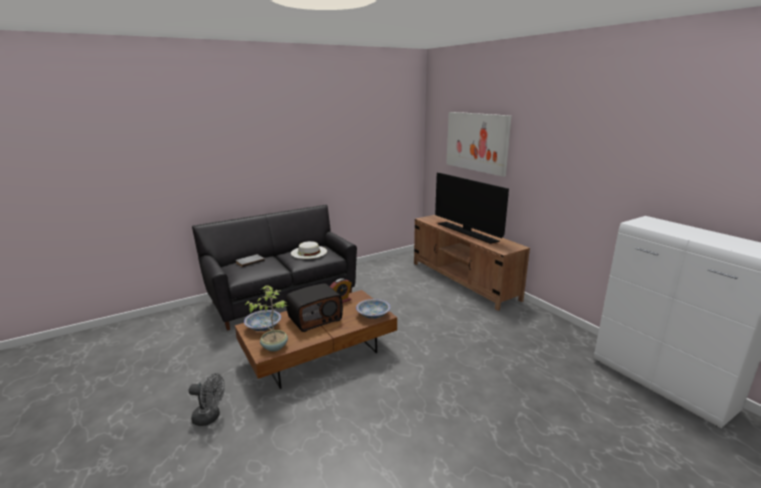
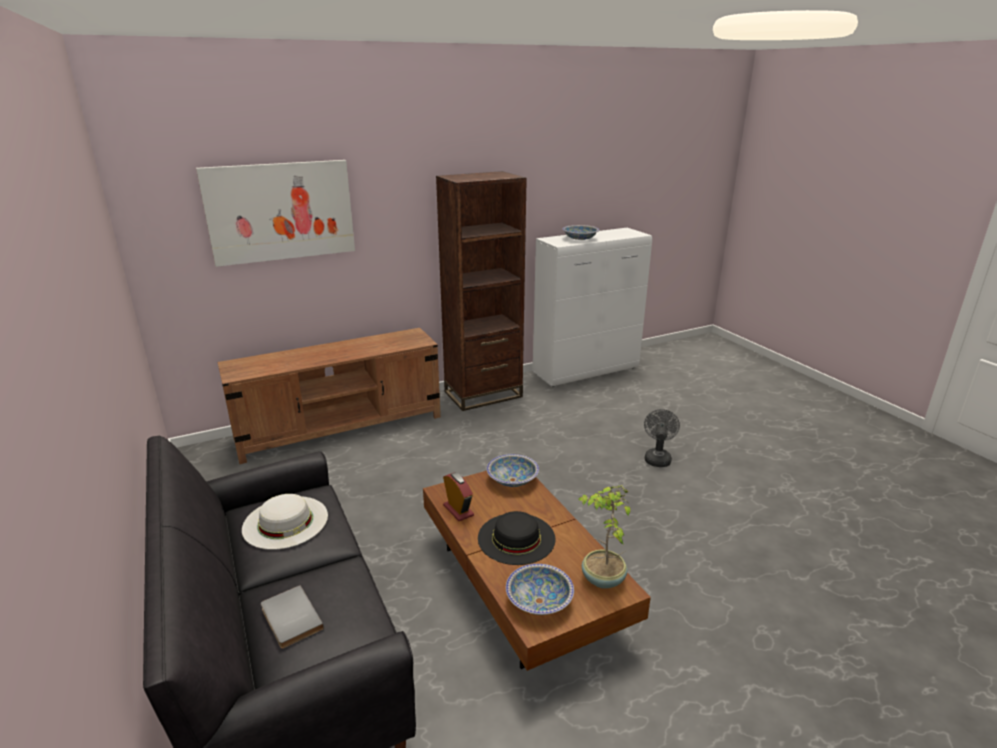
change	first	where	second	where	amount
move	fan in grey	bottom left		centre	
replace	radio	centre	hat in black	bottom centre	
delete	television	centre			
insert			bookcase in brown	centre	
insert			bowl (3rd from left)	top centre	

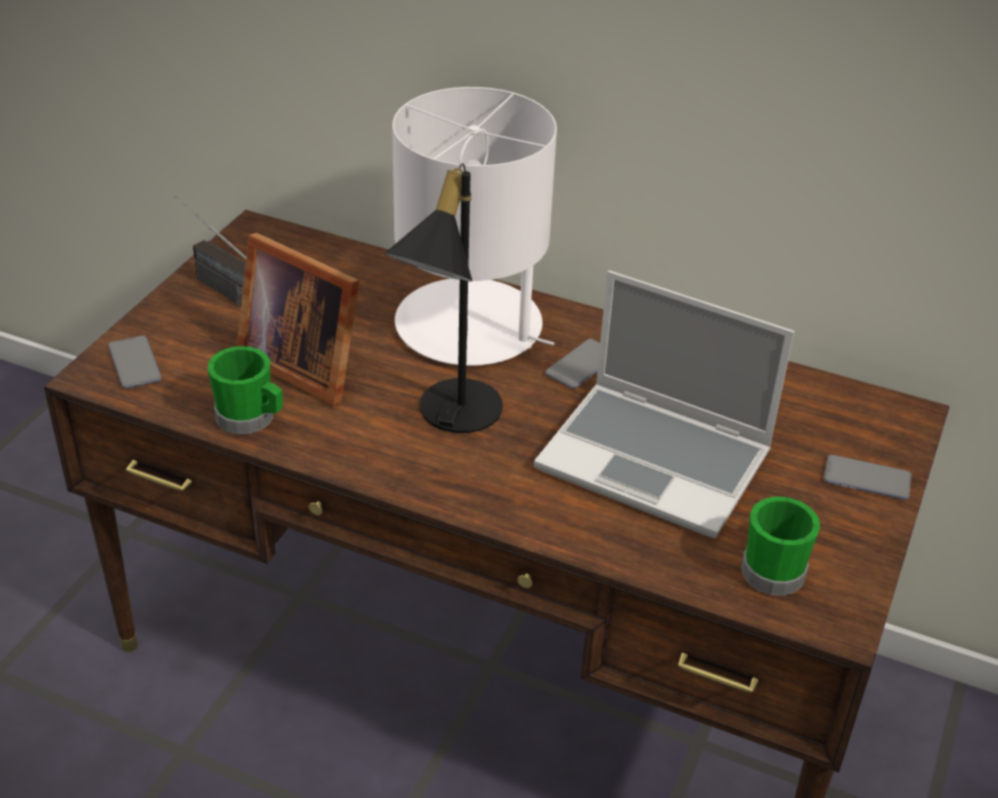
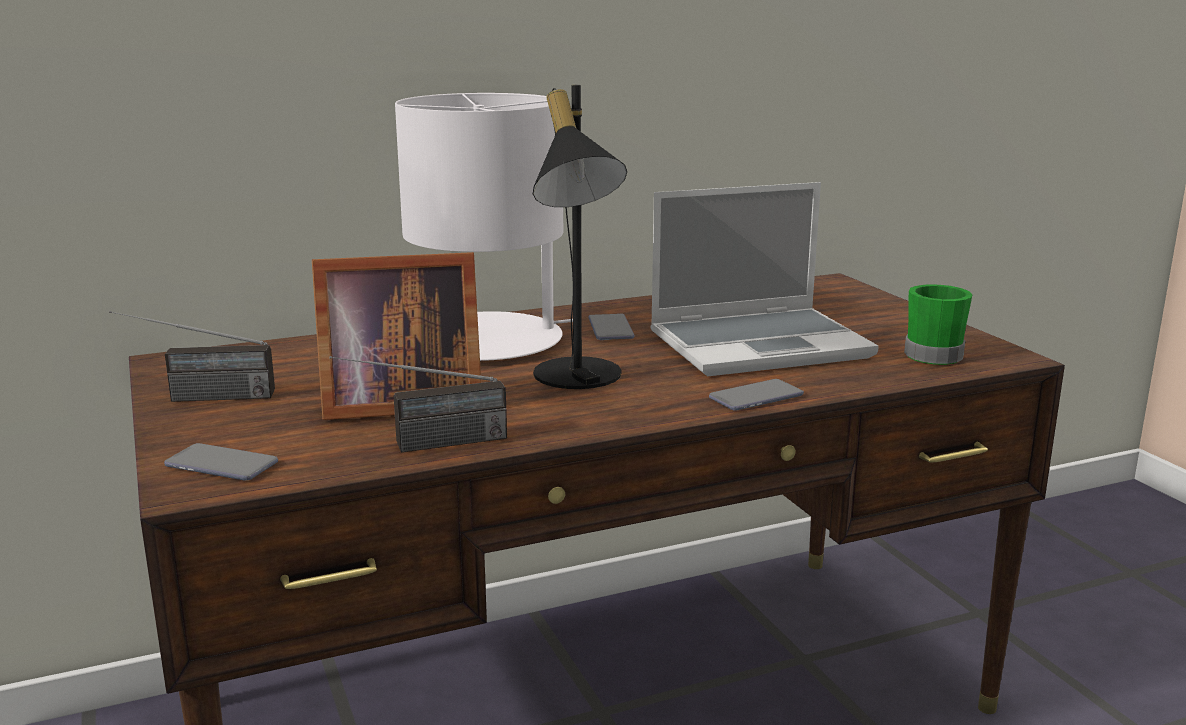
change	first	where	second	where	amount
replace	mug in green (1st from left)	middle left	radio (2nd from left)	centre	
move	phone (3rd from left)	middle right		centre	

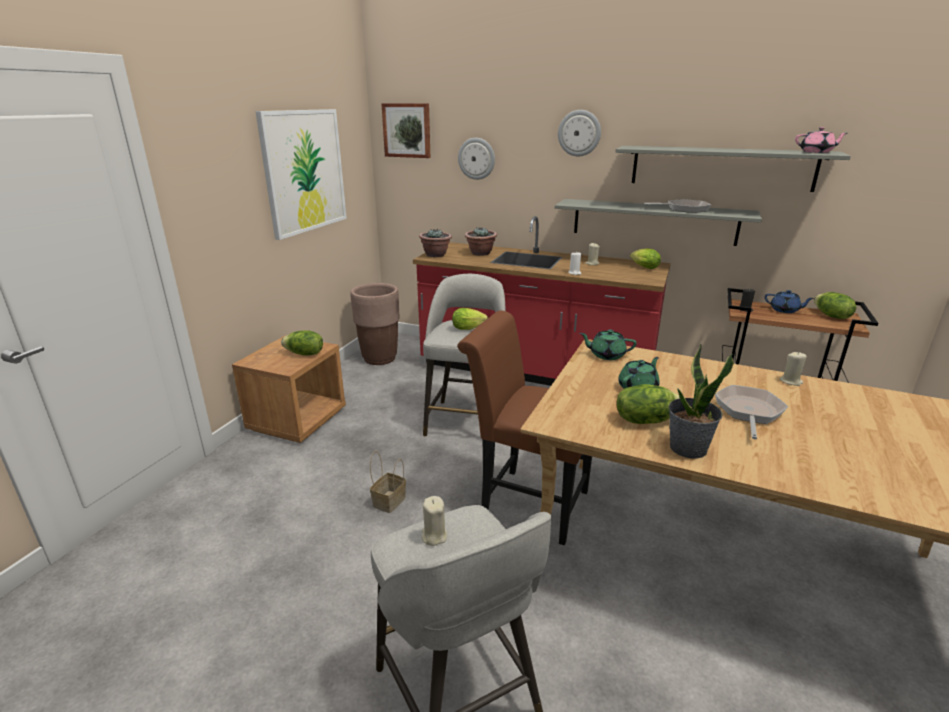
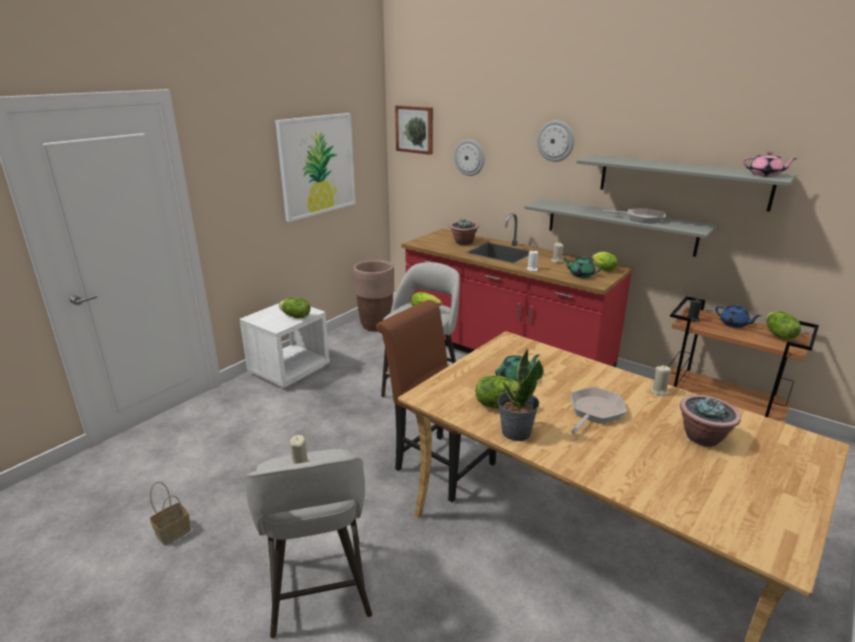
change	first	where	second	where	amount
recolor	nightstand in brown	middle left	nightstand in white	middle left	
move	basket	bottom centre		bottom left	
move	potted plant (1st from left in the first image)	centre	potted plant (3rd from left)	middle right	
move	teapot in green (1st from left in the first image)	centre	teapot in green (2nd from left)	middle right	

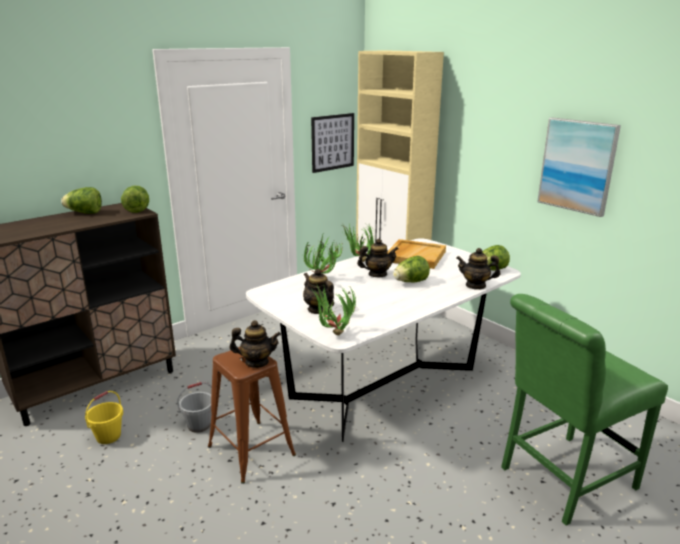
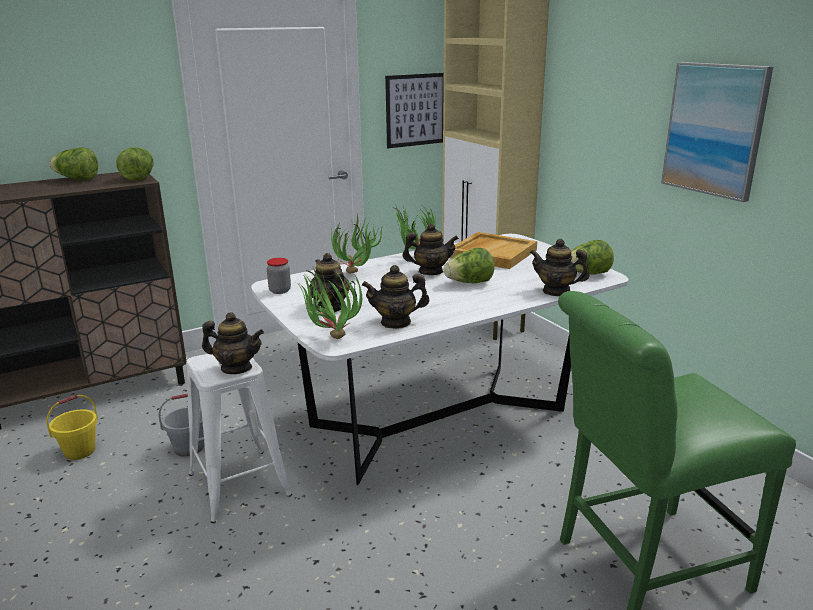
change	first	where	second	where	amount
recolor	stool in brown	bottom centre	stool in white	bottom left	
insert			jar	centre	
insert			teapot (3rd from left)	centre	

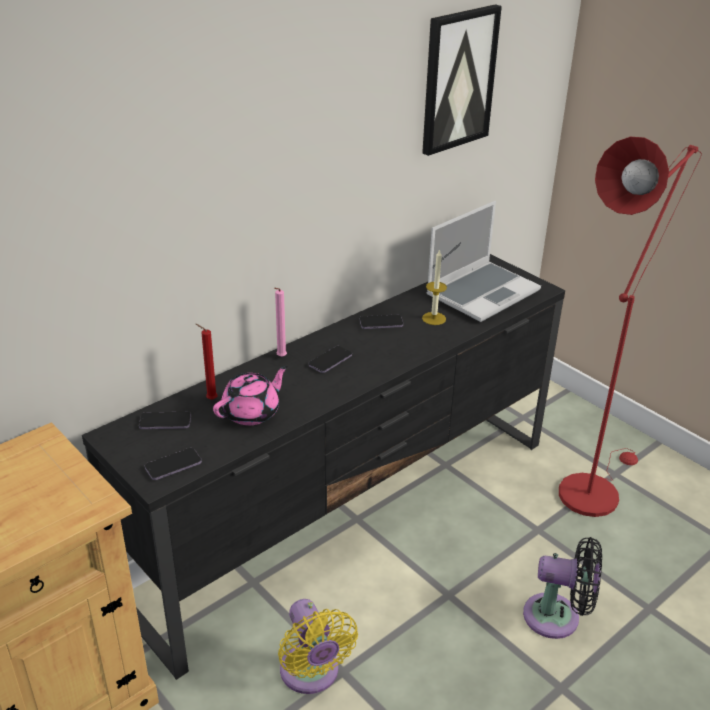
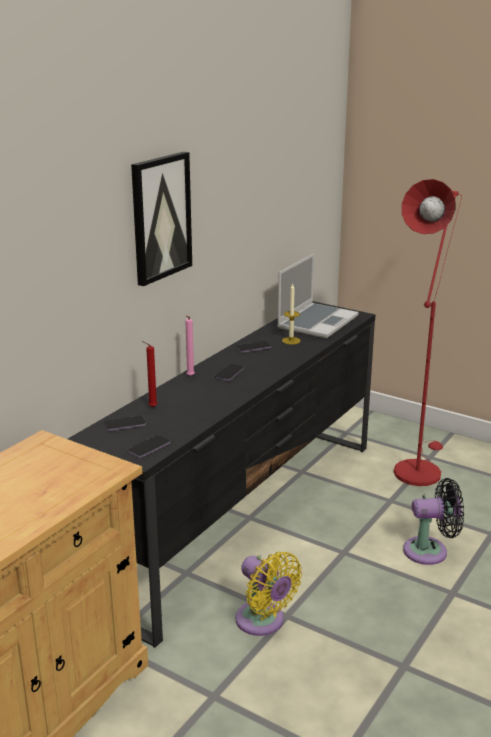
change	first	where	second	where	amount
delete	teapot in pink	centre			
move	picture	top centre		top left	

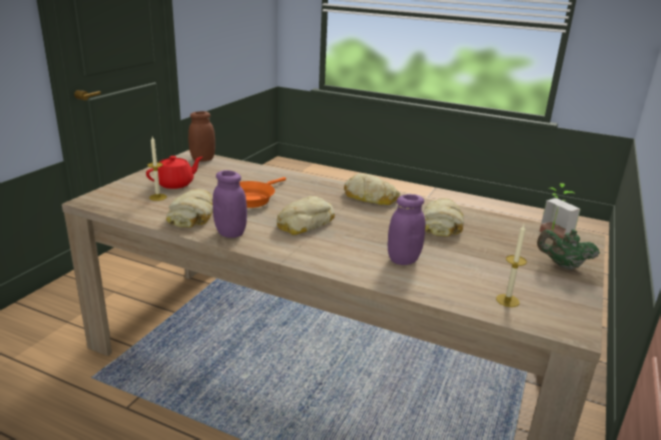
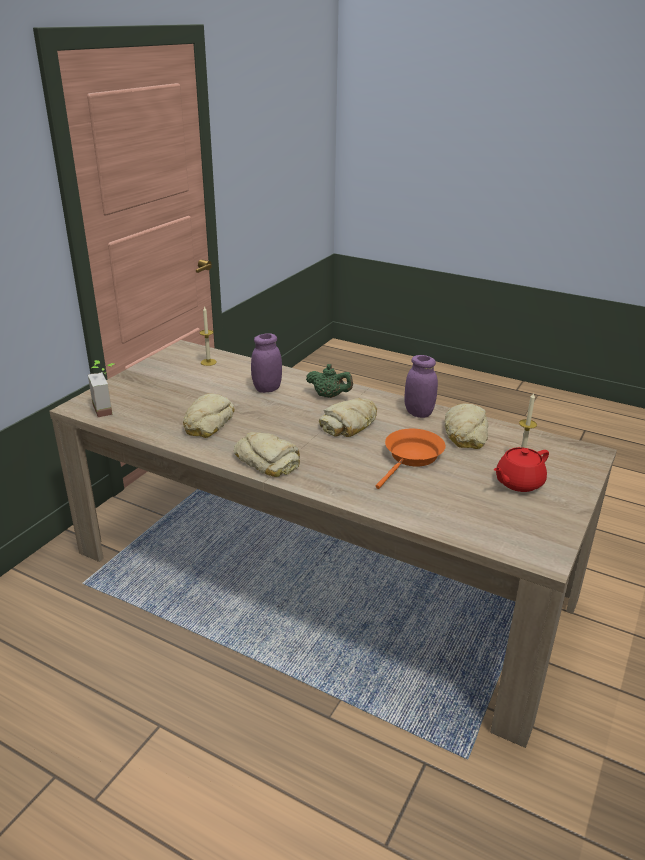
change	first	where	second	where	amount
delete	jar in brown	top left			
move	teapot in green	middle right		centre	

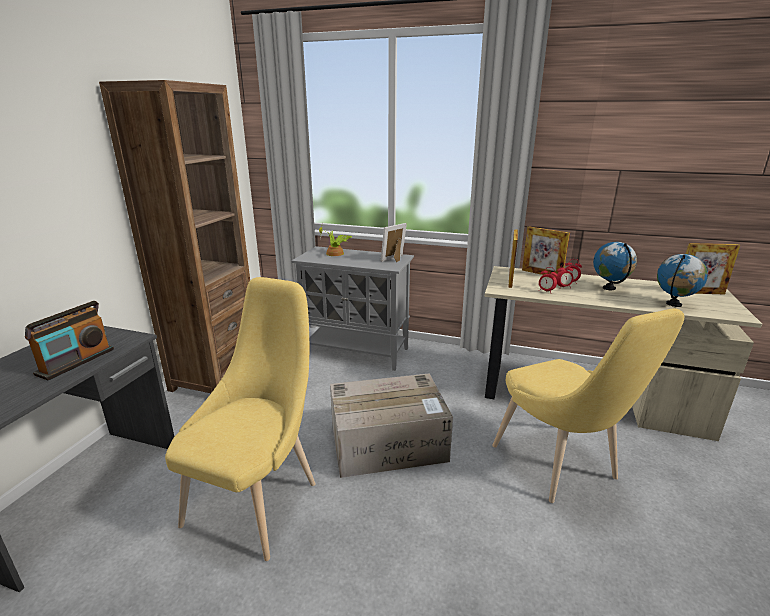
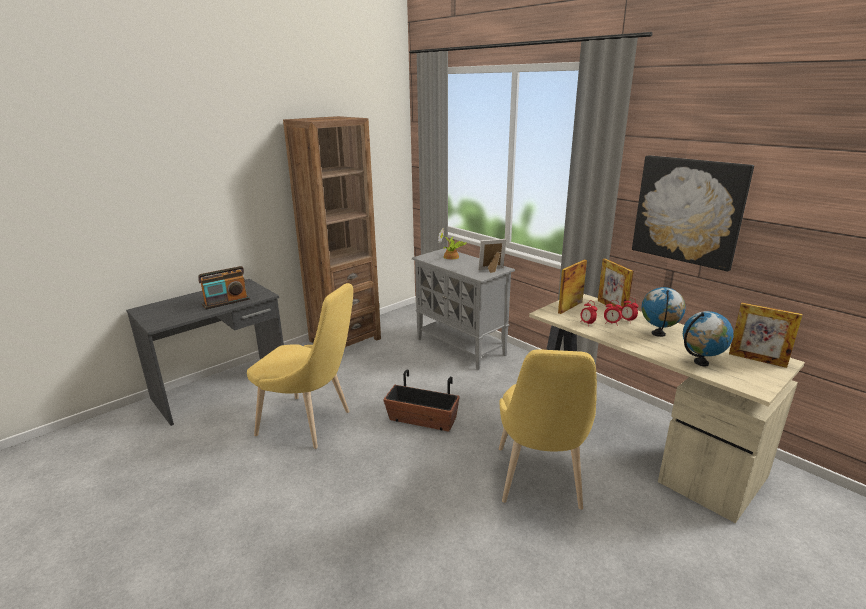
change	first	where	second	where	amount
rotate	chair in yellow (1st from left)	bottom left		centre	60 degrees clockwise
replace	cardboard box	bottom centre	planter	centre	
insert			picture	middle right	

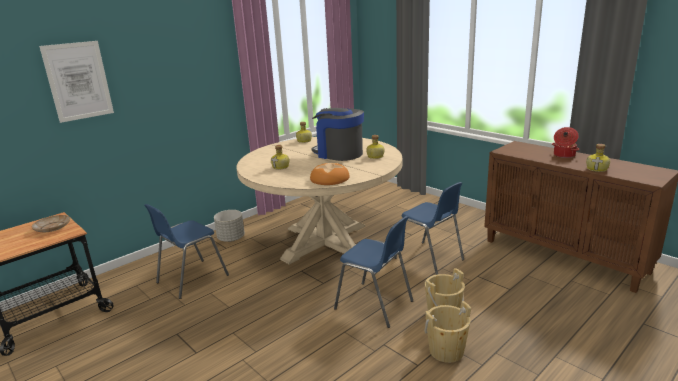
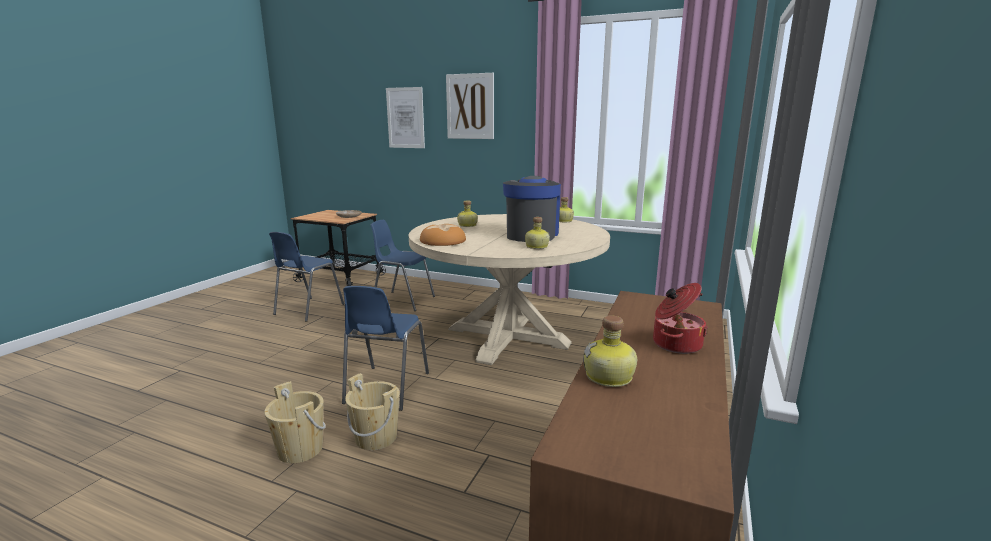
change	first	where	second	where	amount
delete	planter in grey	centre			
move	chair in blue (3rd from left in the first image)	centre	chair in blue (1st from left)	middle left	
insert			picture (2nd from left)	top centre	

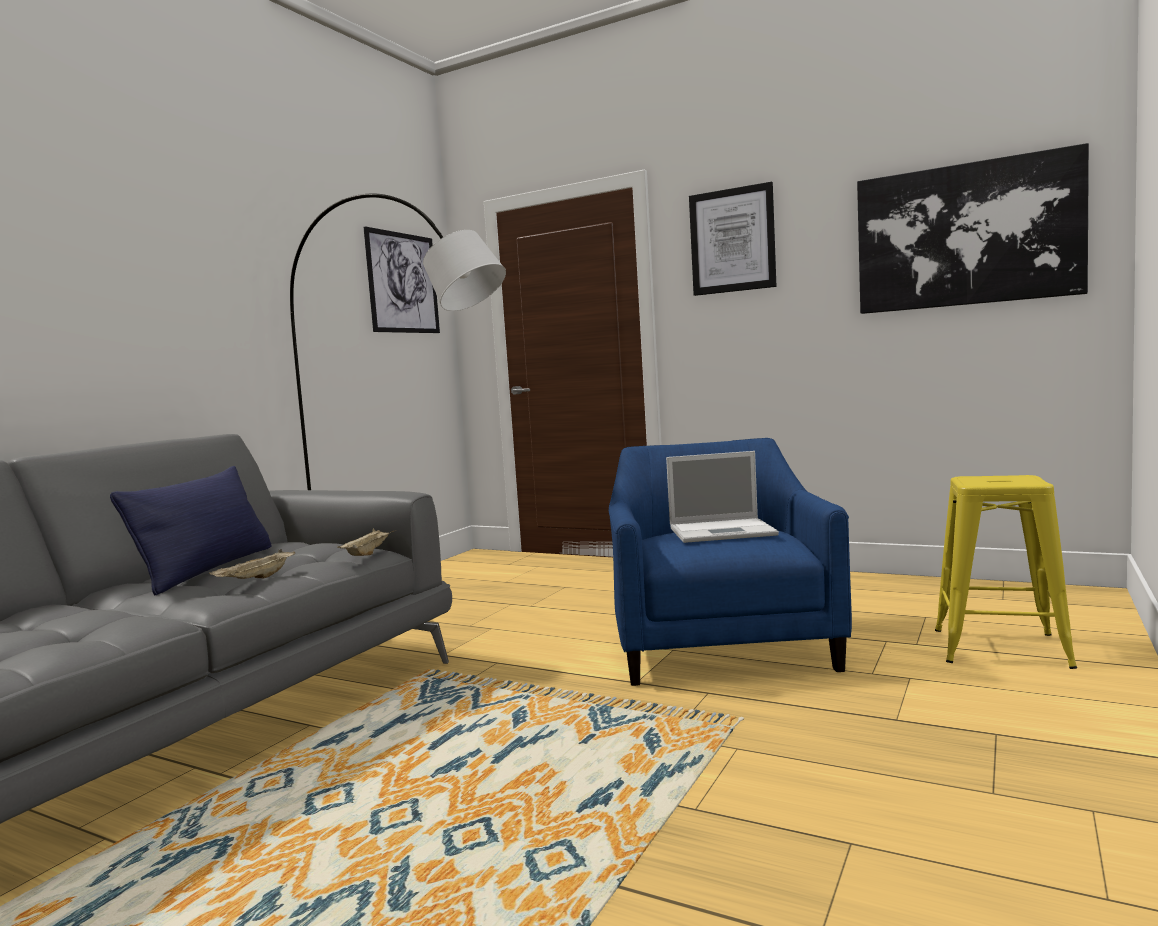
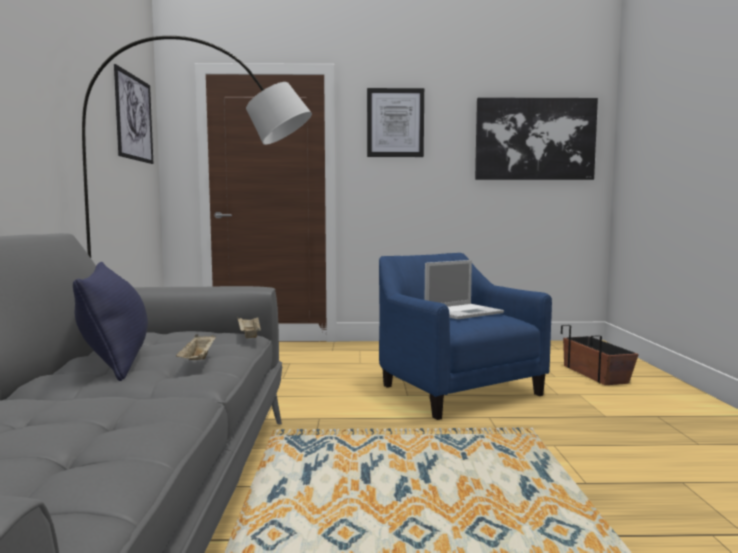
change	first	where	second	where	amount
replace	stool in yellow	middle right	planter	middle right	

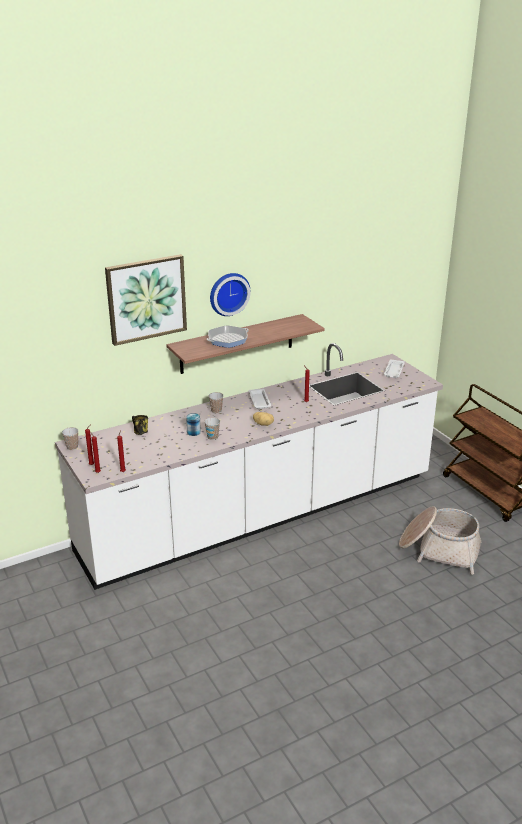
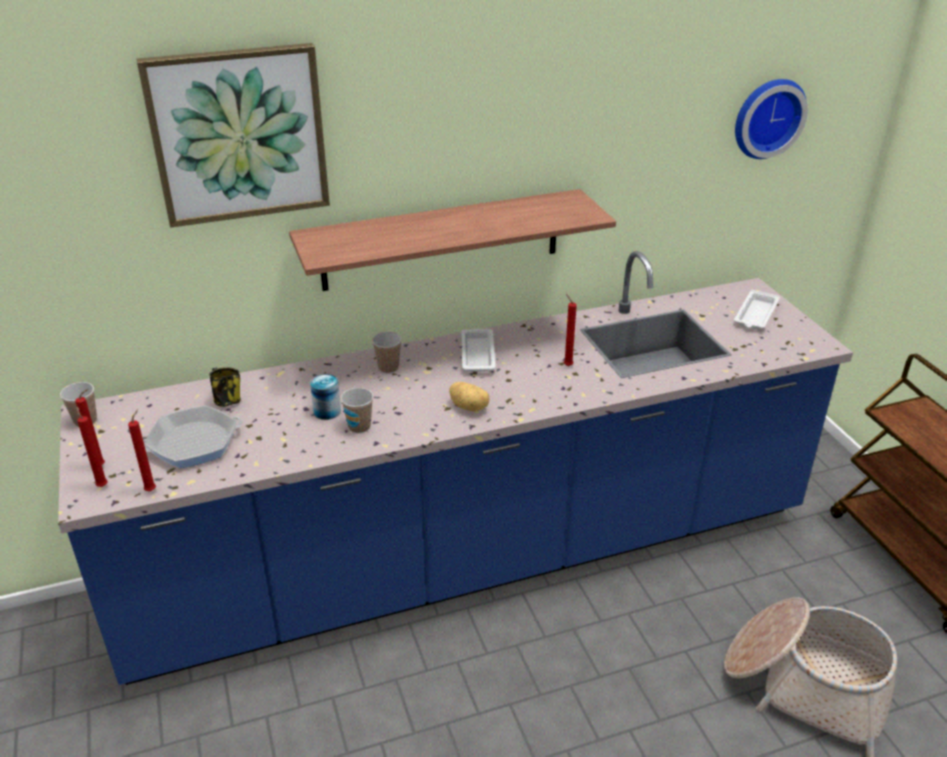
change	first	where	second	where	amount
recolor	counter in white	centre	counter in blue	centre	
move	frying pan	centre		middle left	
move	wall clock	centre		top right	

